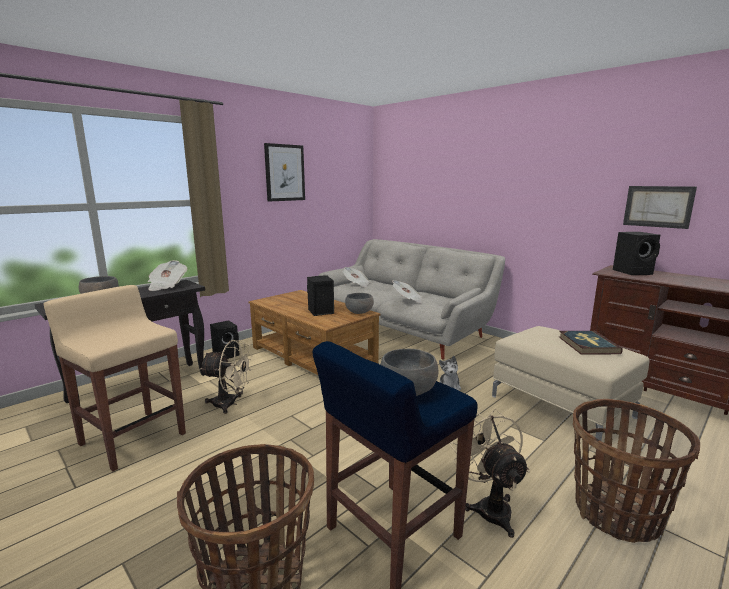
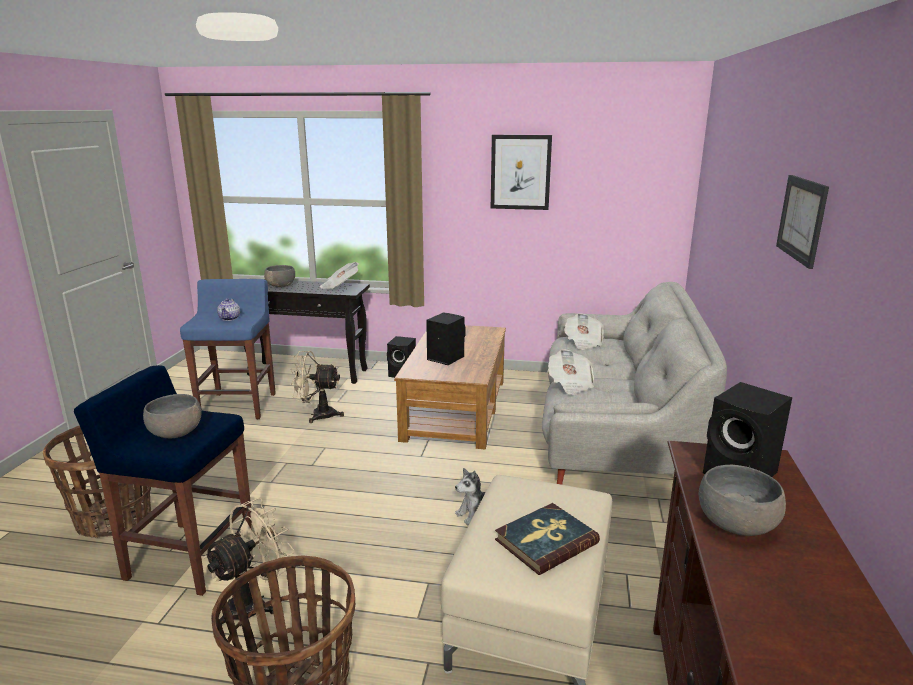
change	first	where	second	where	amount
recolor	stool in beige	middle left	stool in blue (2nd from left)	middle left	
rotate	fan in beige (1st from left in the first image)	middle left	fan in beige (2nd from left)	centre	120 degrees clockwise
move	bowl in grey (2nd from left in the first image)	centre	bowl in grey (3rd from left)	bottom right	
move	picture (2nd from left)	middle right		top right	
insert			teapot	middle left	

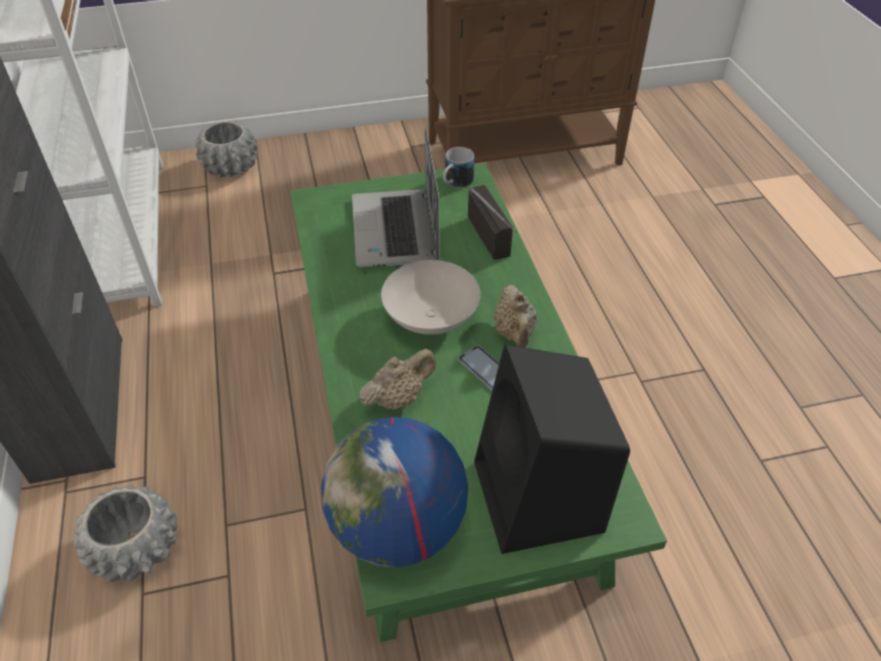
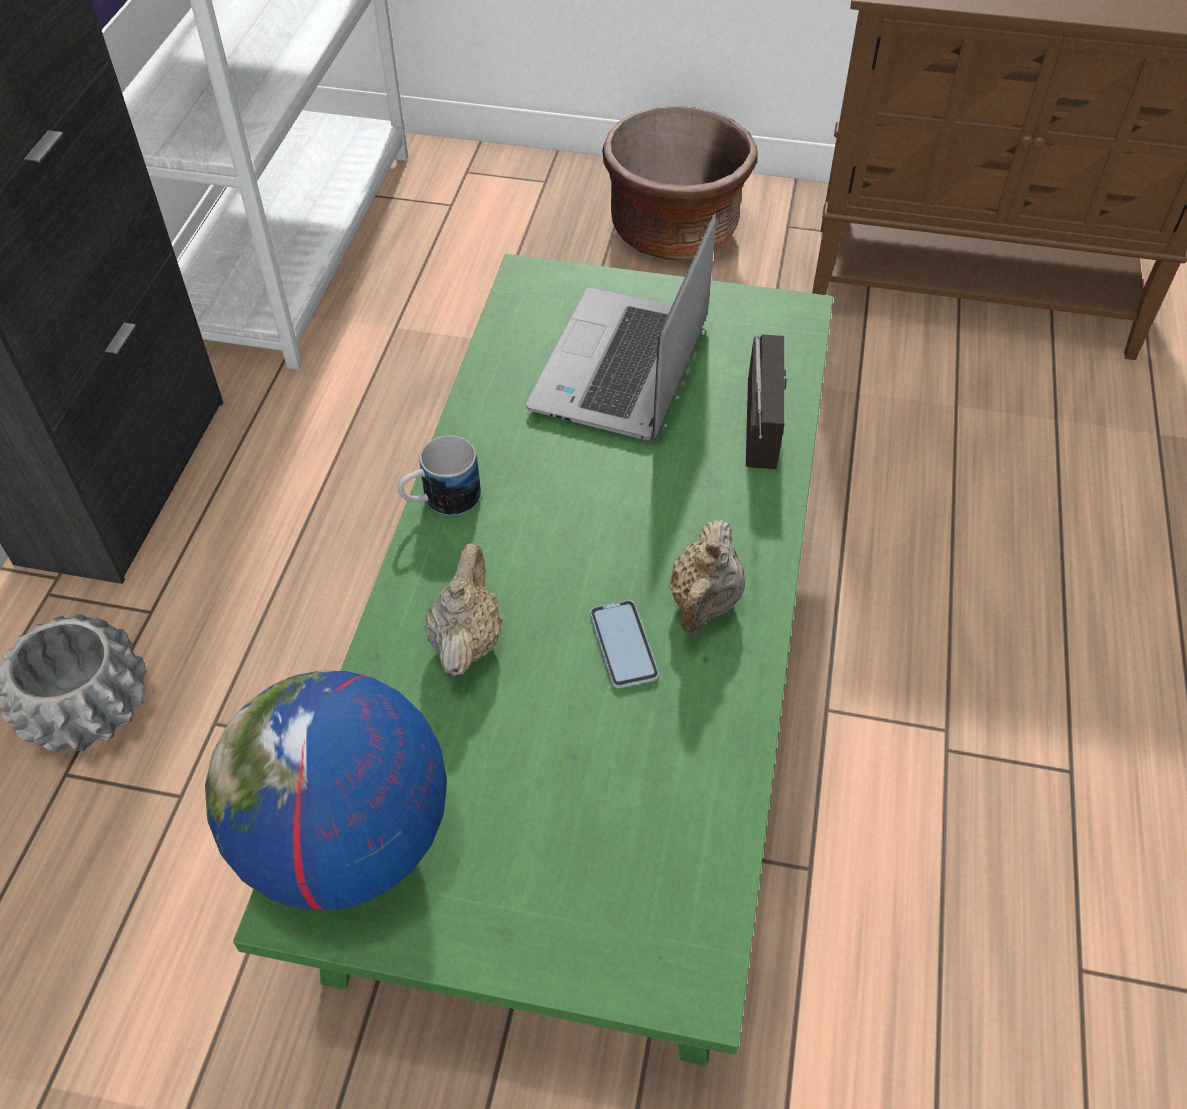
change	first	where	second	where	amount
delete	planter in grey (2nd from left)	top left			
rotate	teapot in beige (1st from left)	centre		centre	75 degrees counterclockwise
delete	bowl in white	centre			
move	mug	top centre		centre	
delete	speaker in black	bottom centre			
insert			planter in brown	top centre	

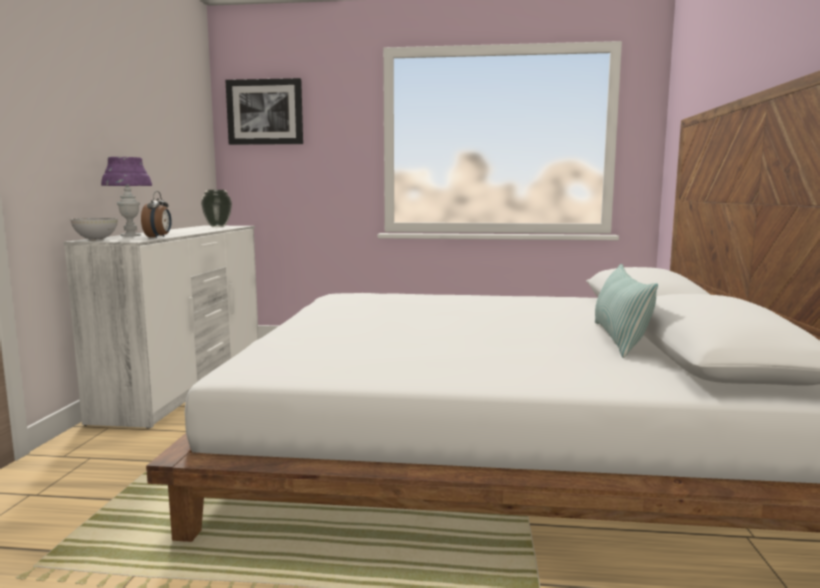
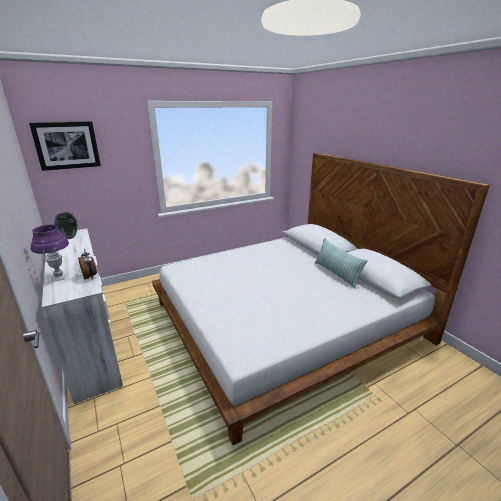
change	first	where	second	where	amount
delete	bowl	middle left			

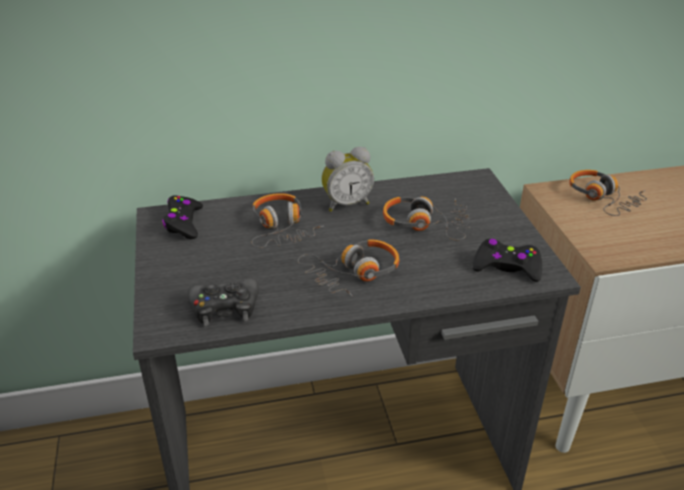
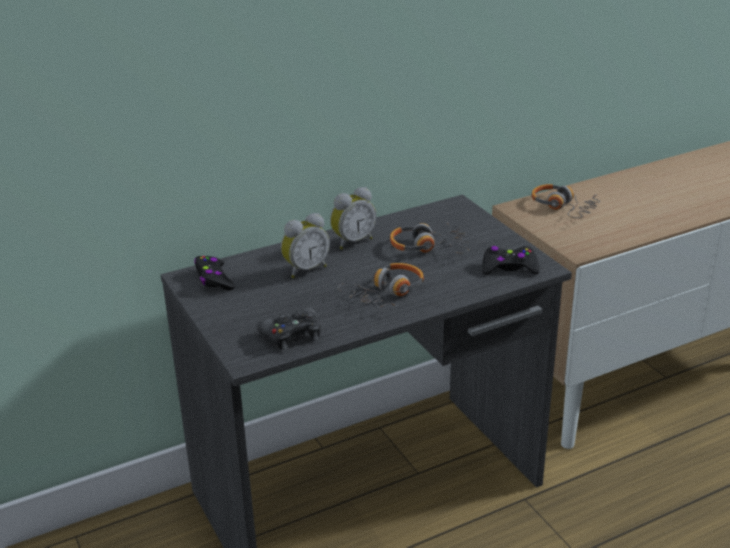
change	first	where	second	where	amount
replace	headphones (1st from left)	centre	alarm clock (1st from left)	centre	

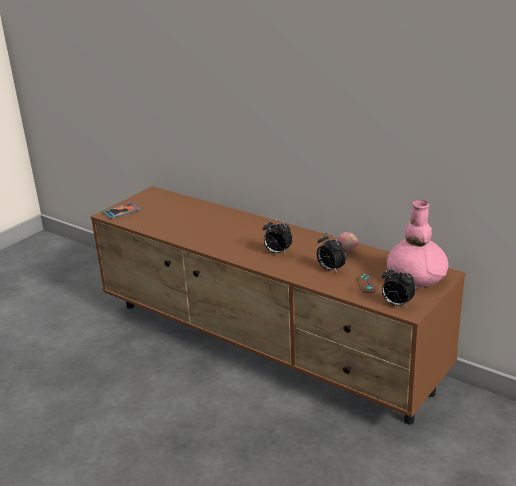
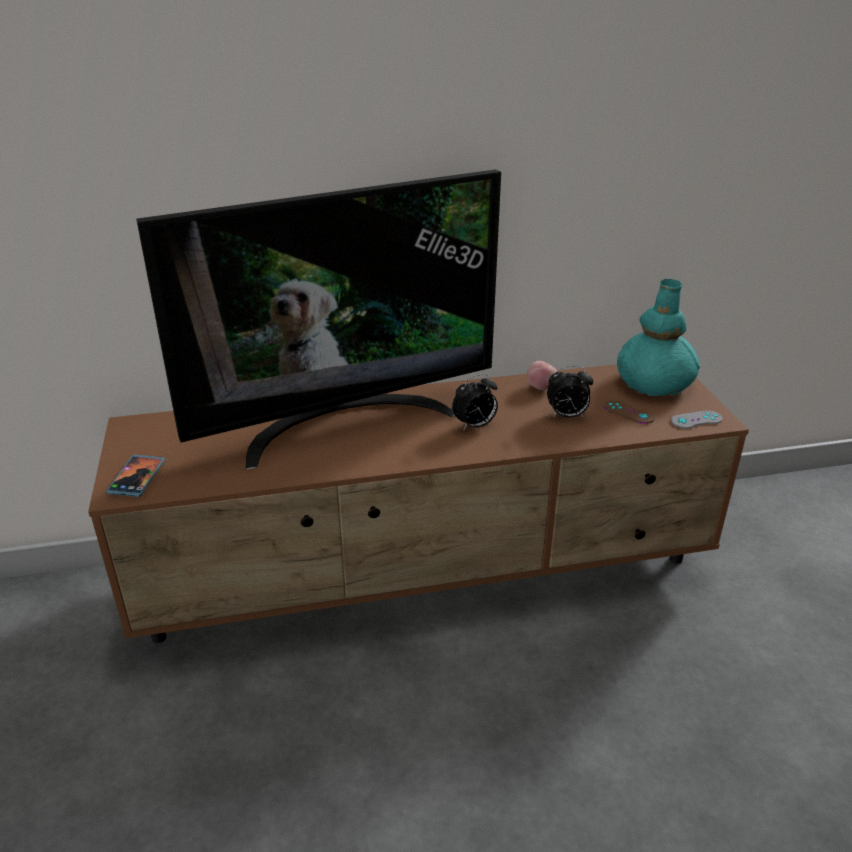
change	first	where	second	where	amount
replace	alarm clock (3rd from left)	middle right	game controller in grey	middle right	
recolor	vase in pink	middle right	vase in turquoise	middle right	
insert			television	centre	

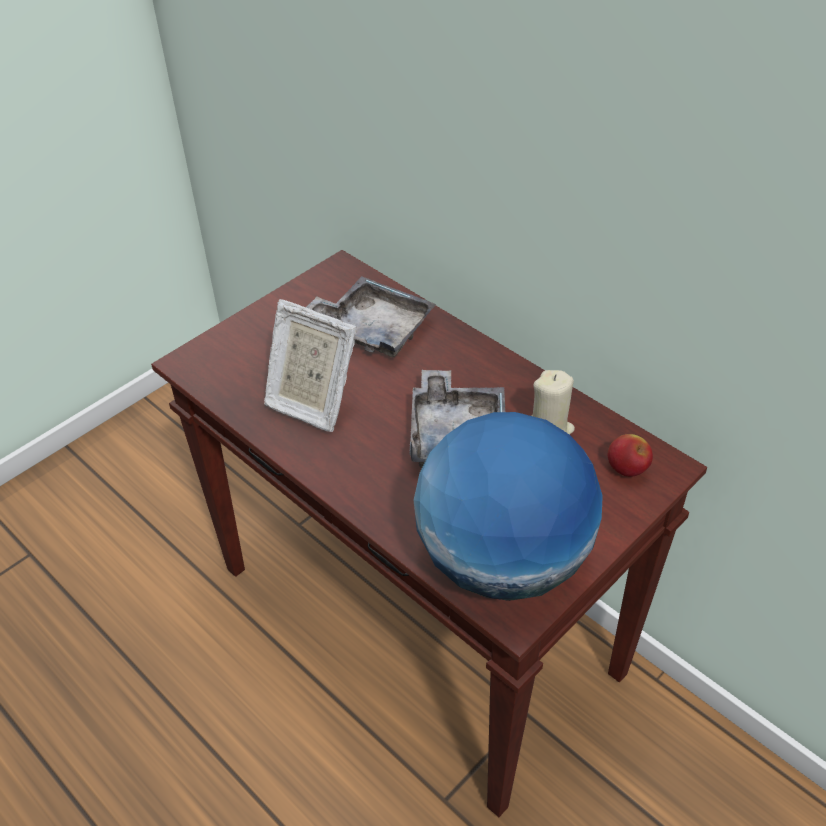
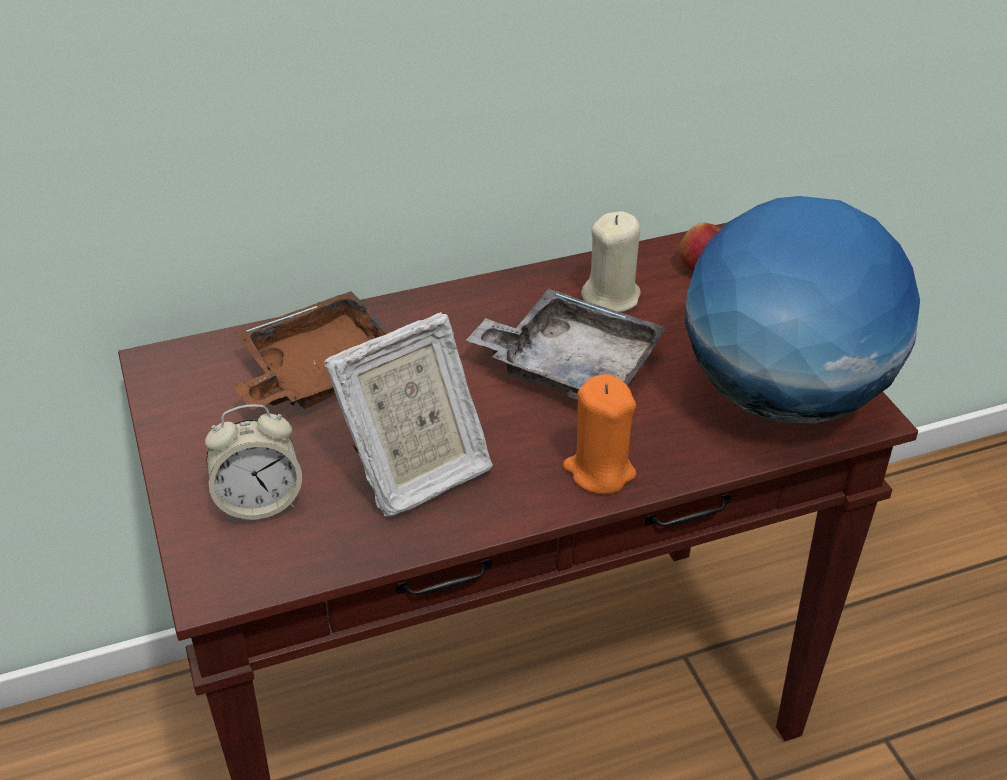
change	first	where	second	where	amount
recolor	tray in grey (1st from left)	centre	tray in brown	middle left	
insert			alarm clock	middle left	
insert			candle in orange	centre	

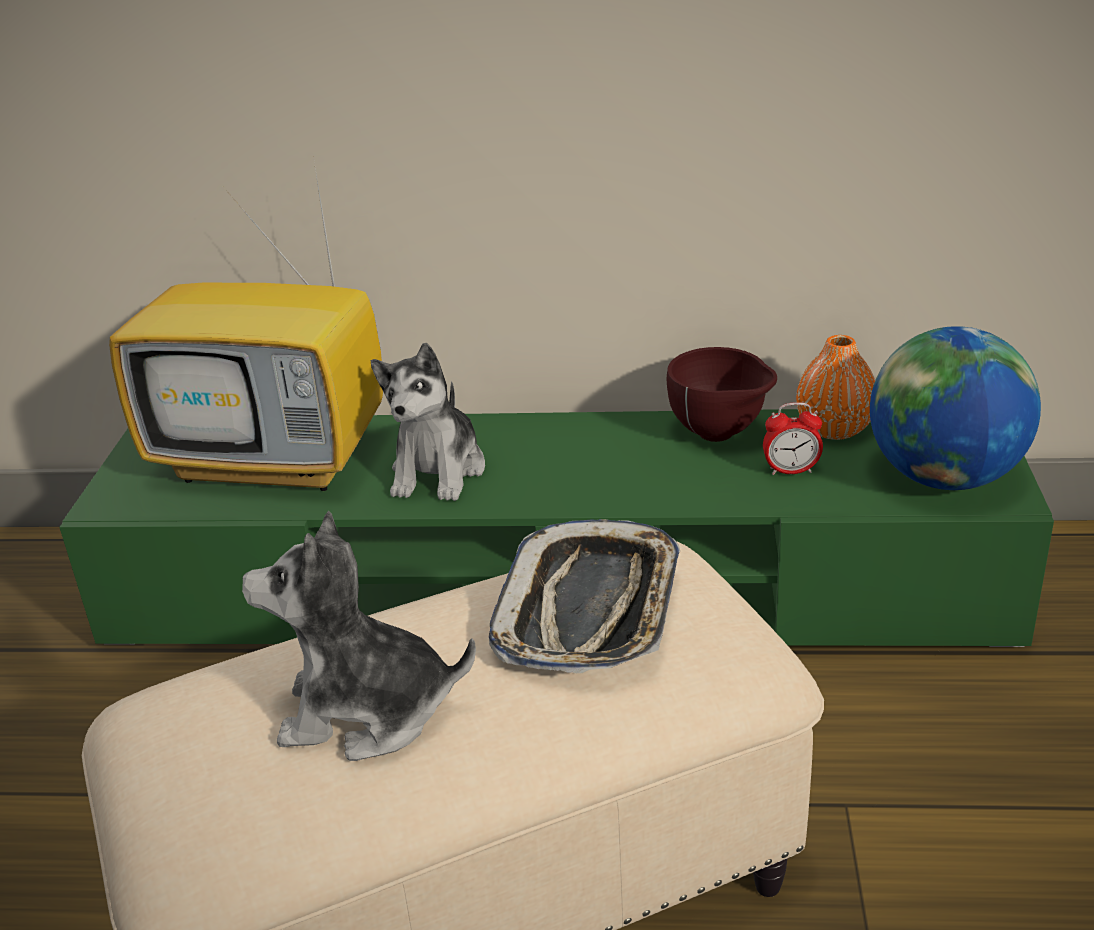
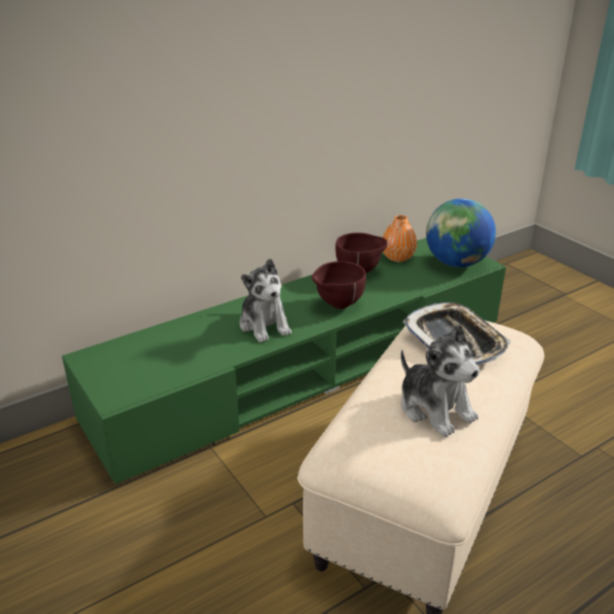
change	first	where	second	where	amount
delete	television	middle left			
rotate	plush toy (1st from left in the first image)	bottom left	plush toy (2nd from left)	middle right	90 degrees counterclockwise
delete	alarm clock	middle right			
insert			bowl in brown (1st from left)	centre	

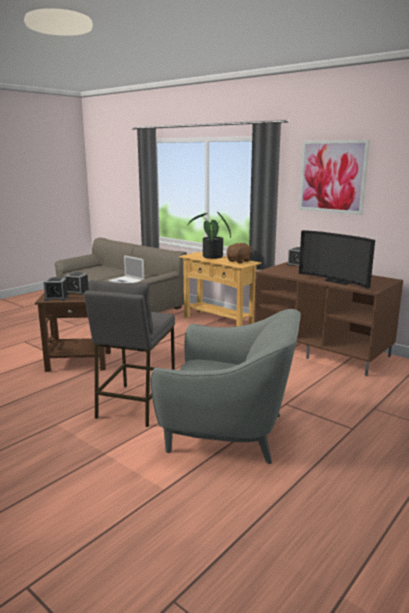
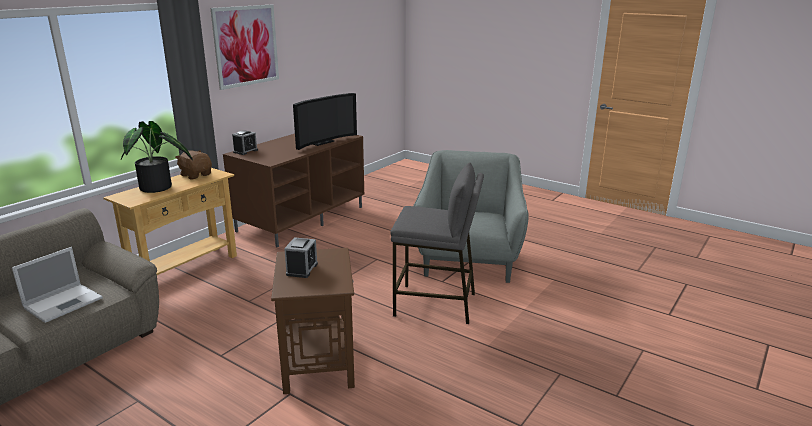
change	first	where	second	where	amount
delete	alarm clock (1st from left)	middle left			

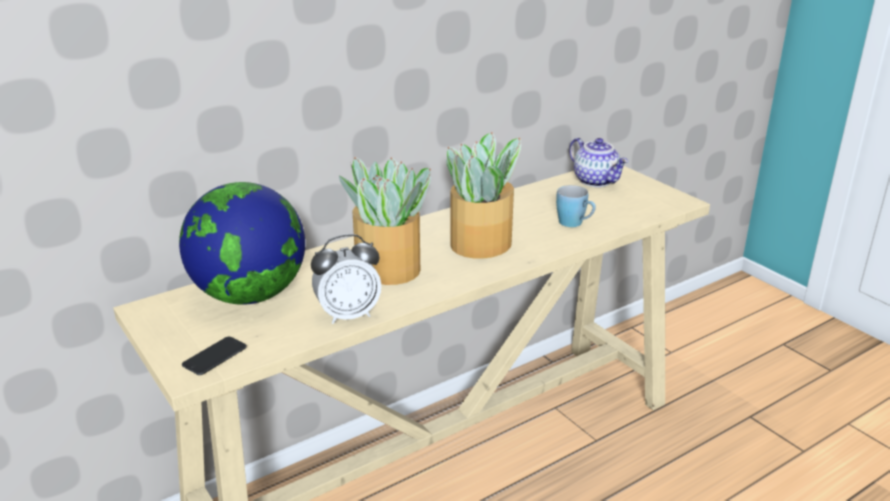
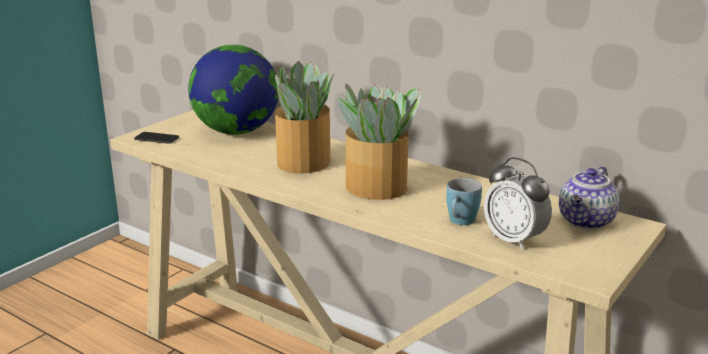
change	first	where	second	where	amount
move	alarm clock	centre		middle right	

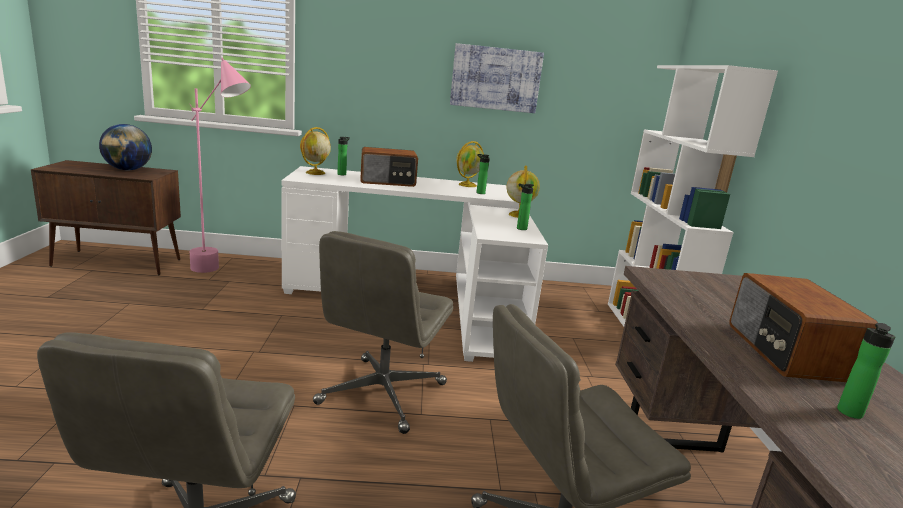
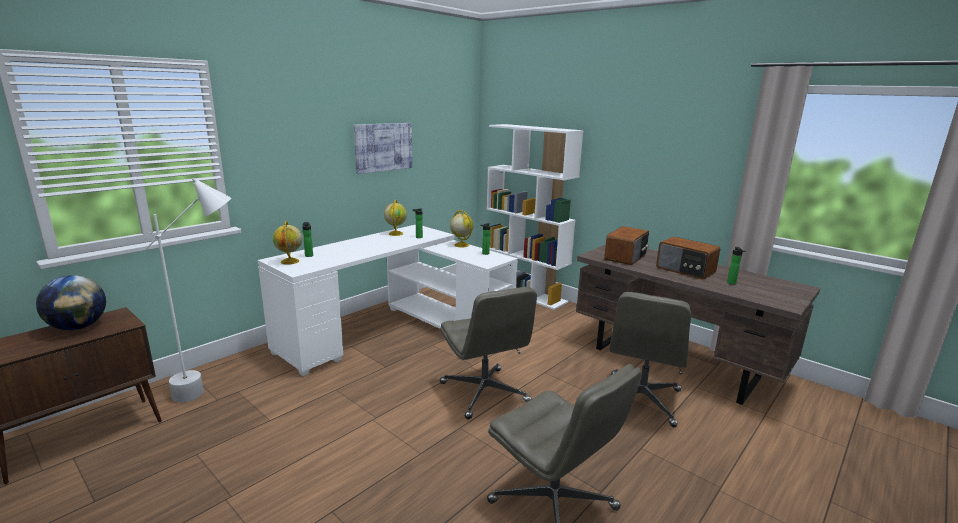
change	first	where	second	where	amount
recolor	floor lamp in pink	top left	floor lamp in white	middle left	
move	radio (1st from left)	top centre		centre	

